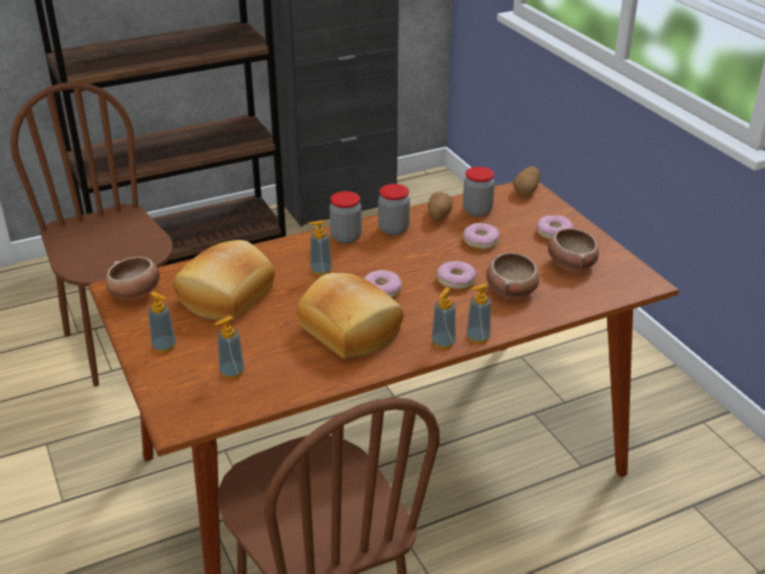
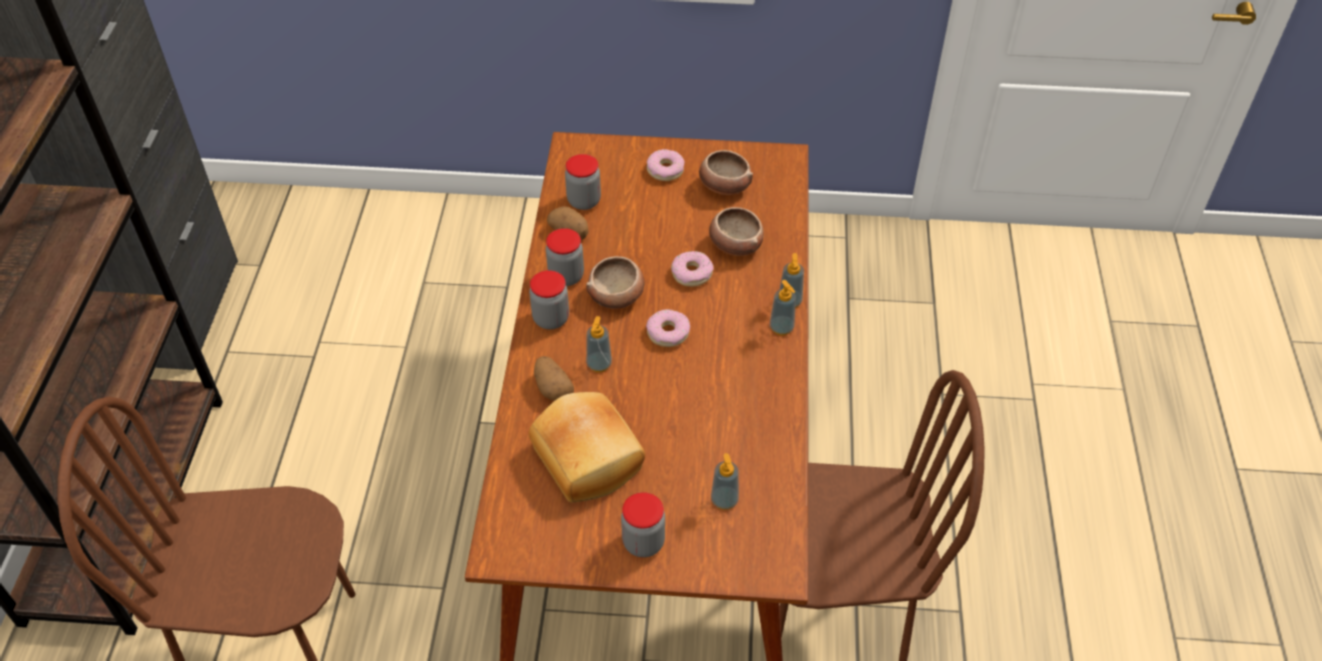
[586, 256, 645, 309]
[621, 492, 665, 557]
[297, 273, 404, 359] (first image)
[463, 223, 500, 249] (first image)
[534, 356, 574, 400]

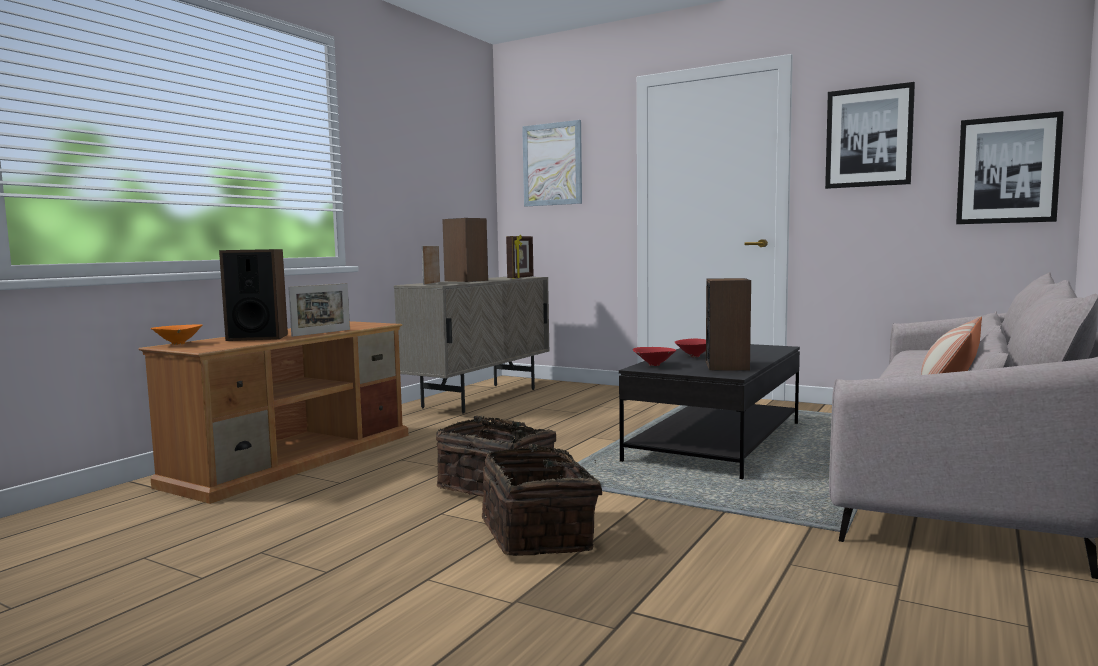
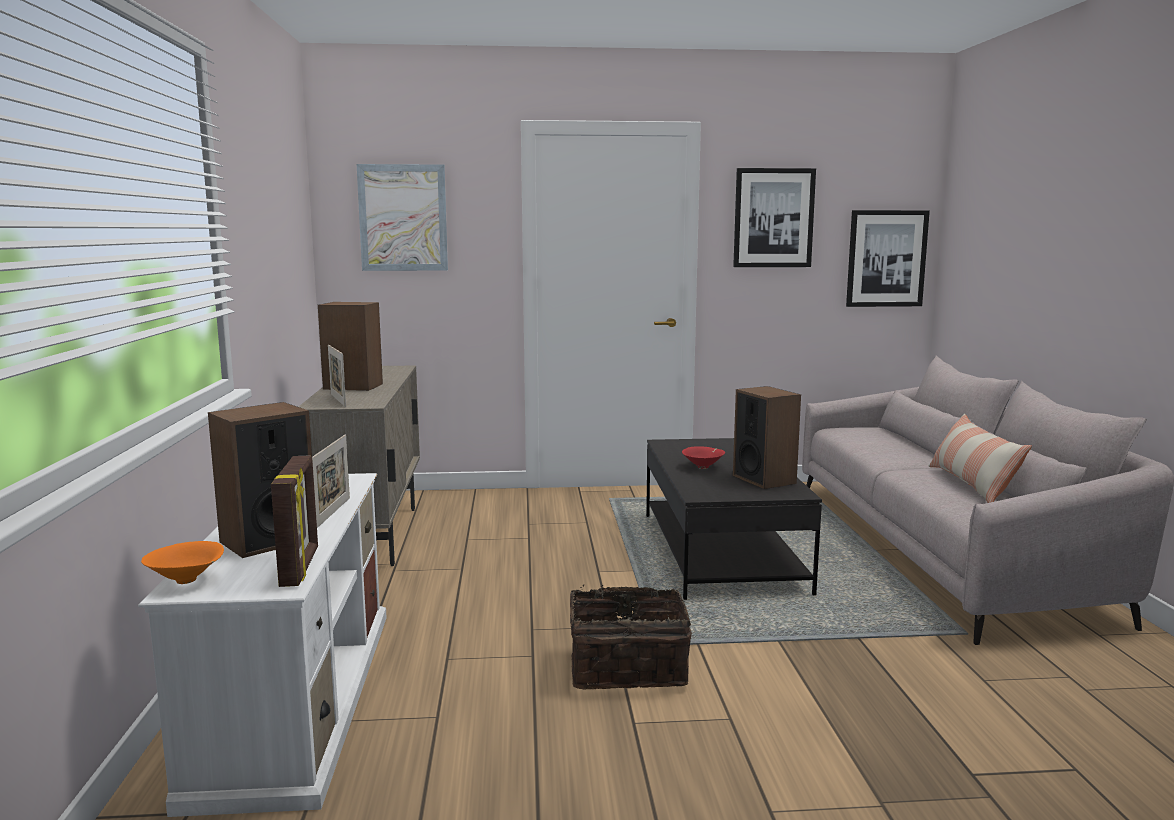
[138, 473, 387, 817]
[482, 444, 602, 556] (first image)
[271, 456, 318, 587]
[633, 347, 676, 366] (first image)

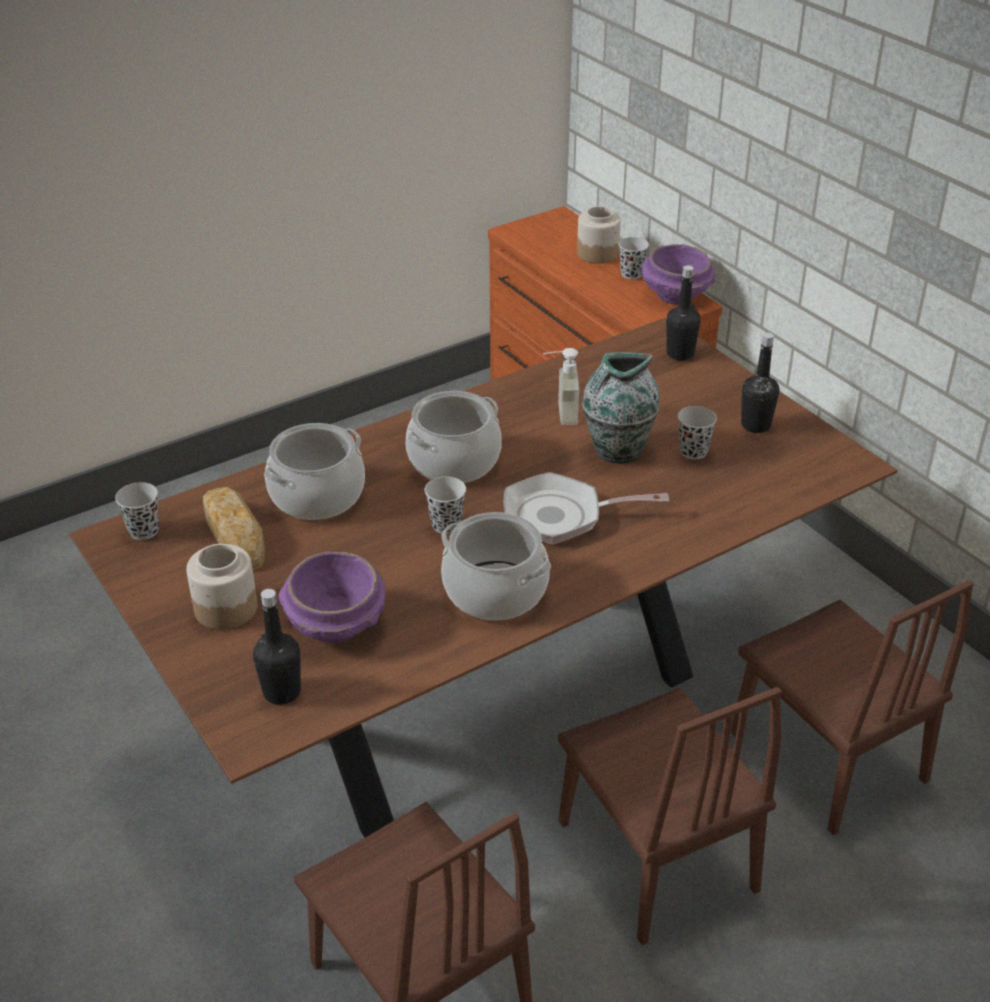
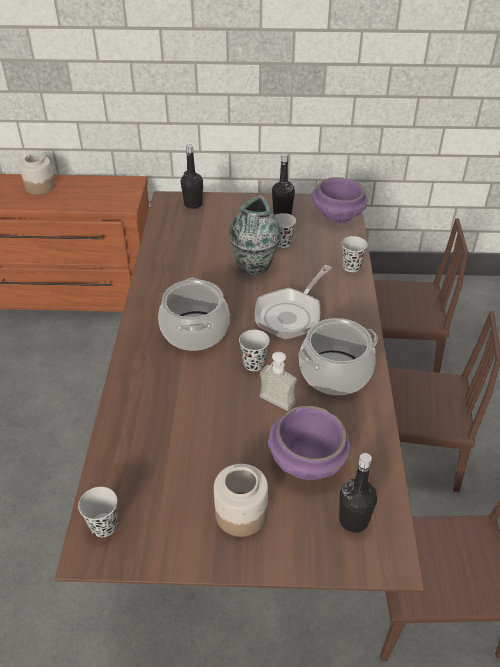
[203, 487, 265, 570] (first image)
[264, 423, 365, 520] (first image)
[260, 352, 297, 411]
[341, 236, 368, 272]
[312, 177, 368, 223]

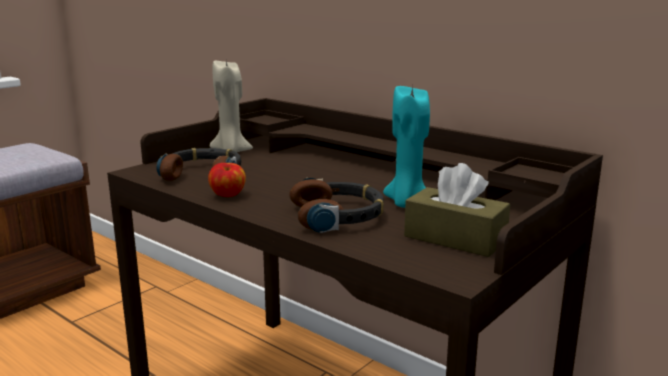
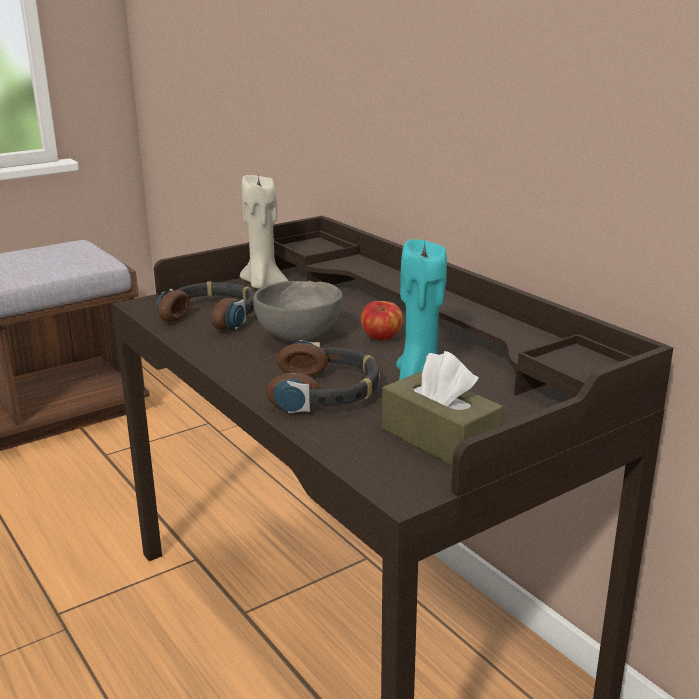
[361, 301, 403, 340]
[253, 281, 343, 341]

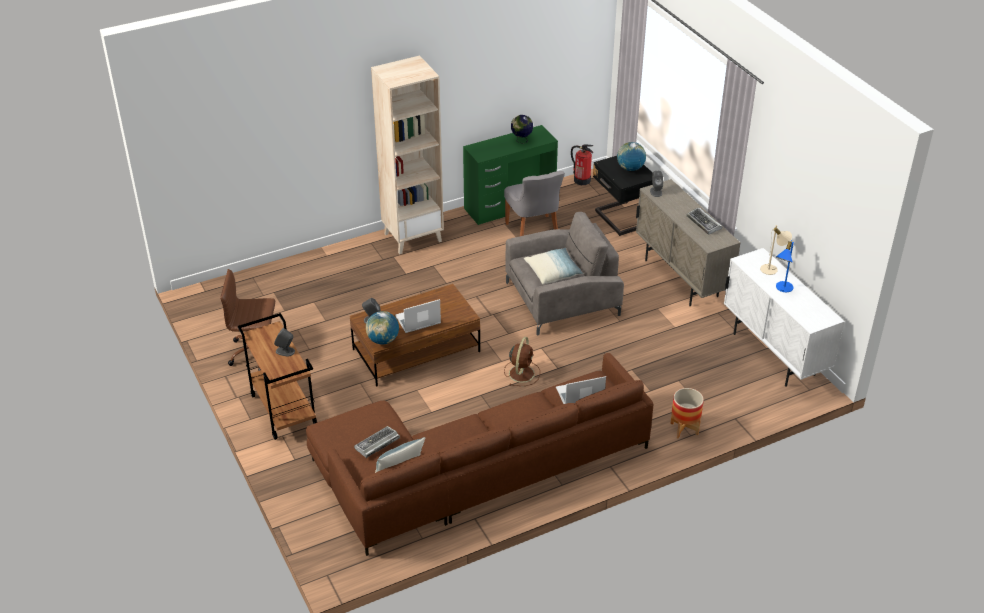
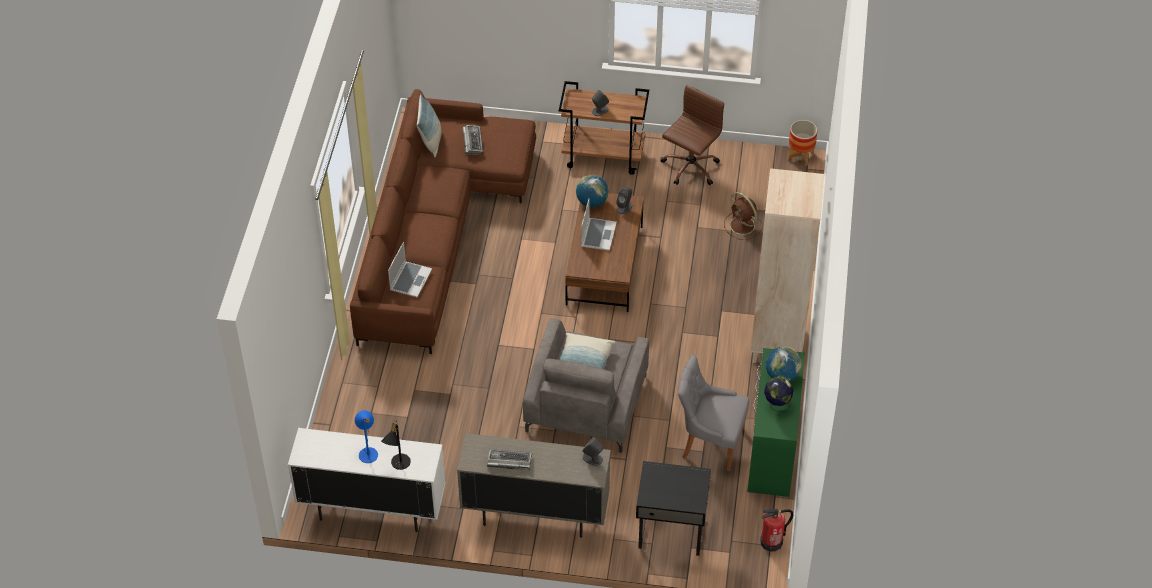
[724, 192, 763, 240]
[765, 347, 802, 382]
[788, 120, 818, 166]
[381, 421, 411, 470]

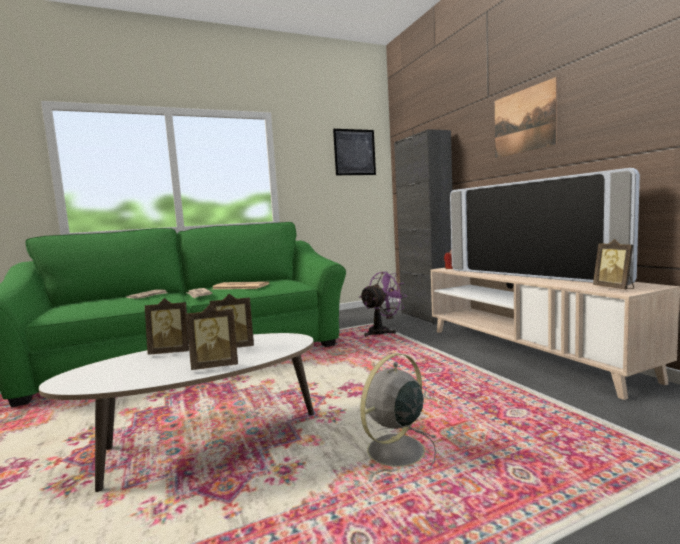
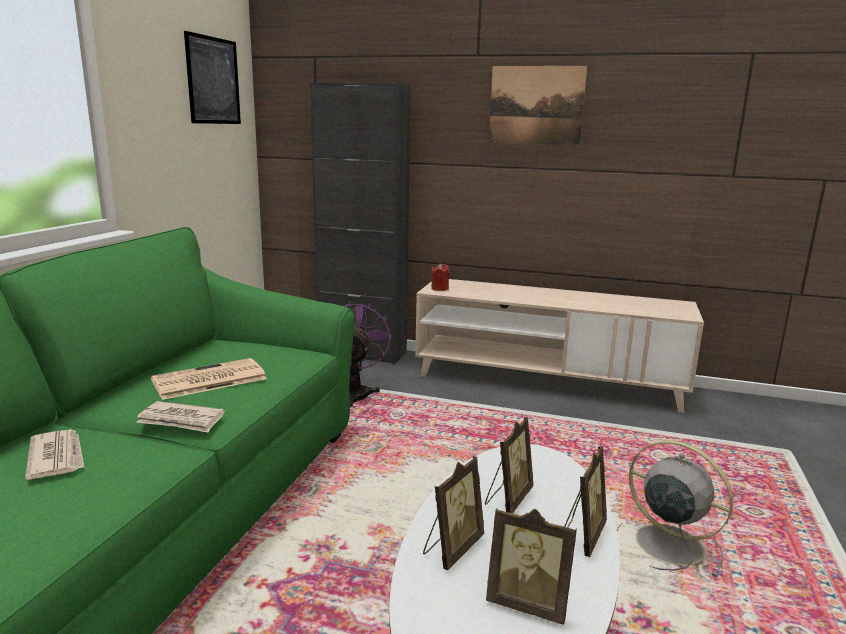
[617, 440, 733, 578]
[450, 168, 640, 285] (first image)
[486, 508, 577, 625]

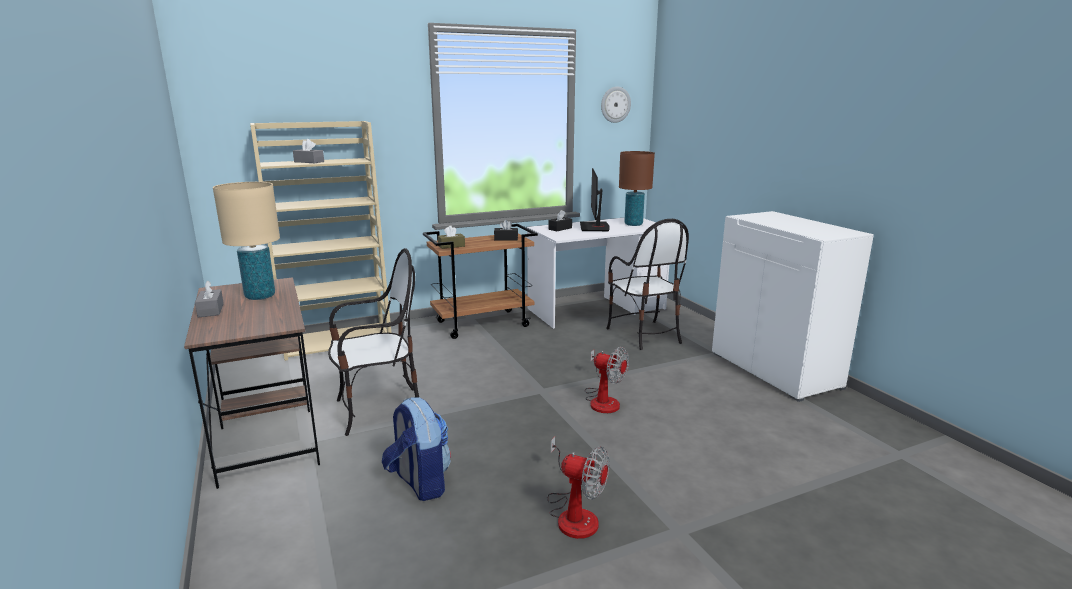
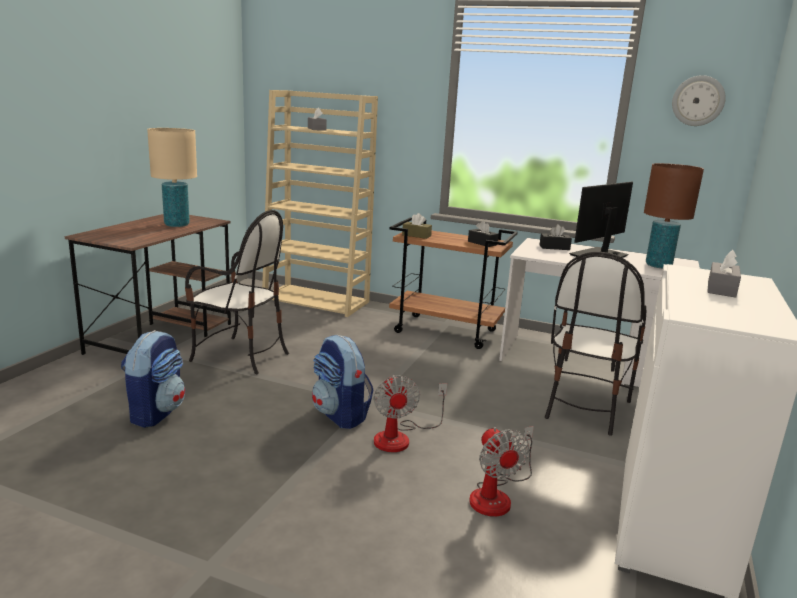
[708, 250, 741, 298]
[469, 426, 534, 517]
[312, 335, 373, 429]

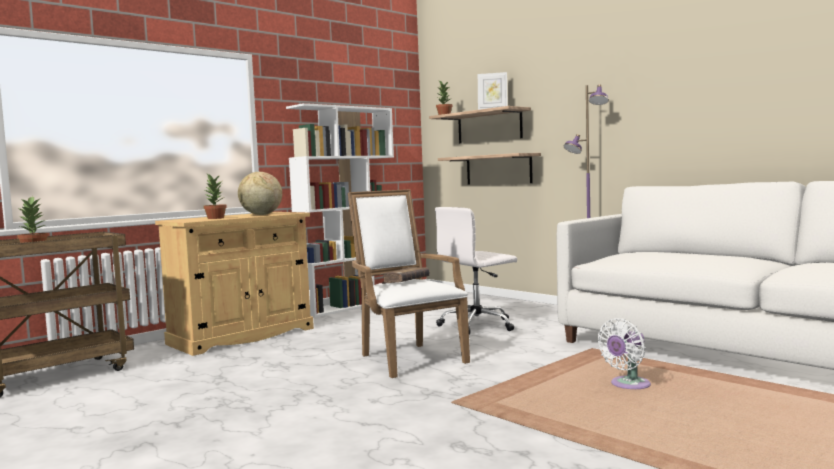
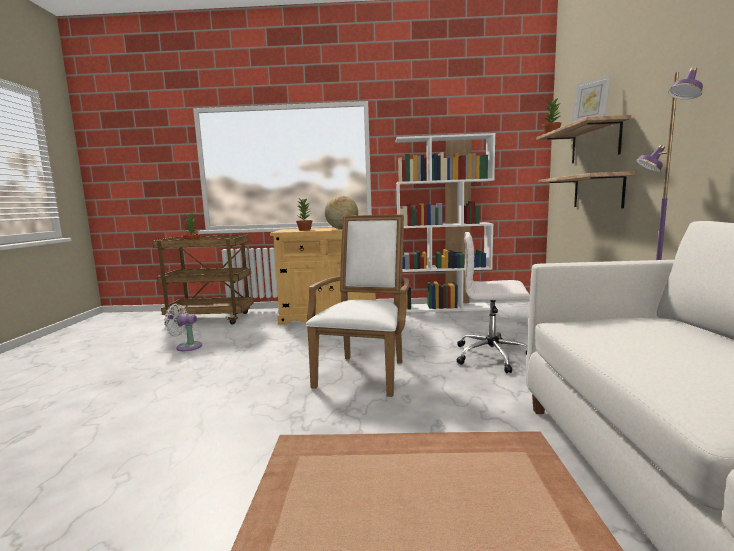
[381, 267, 430, 284] (first image)
[164, 304, 202, 351]

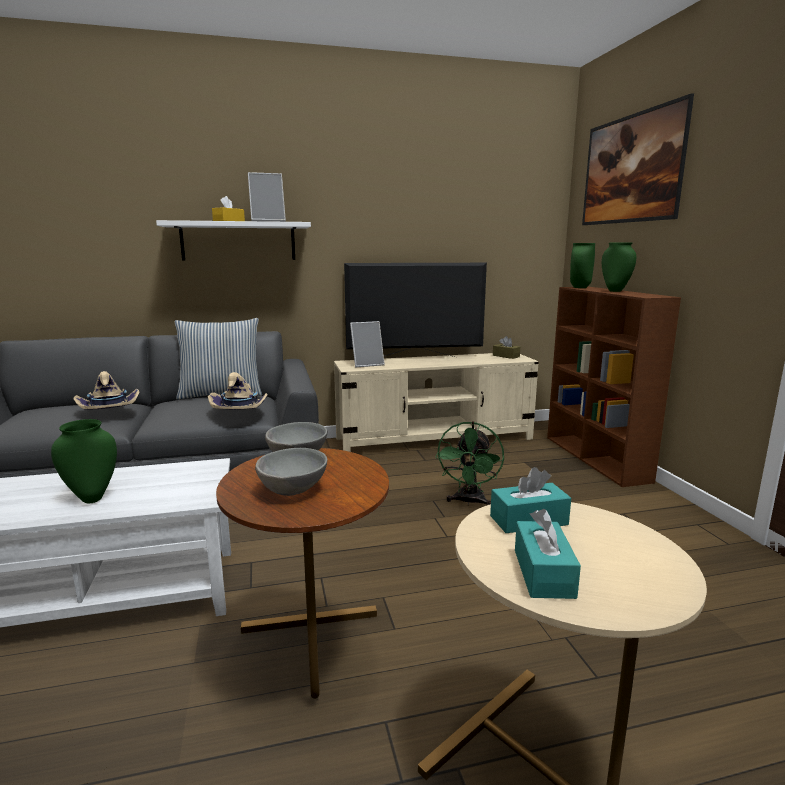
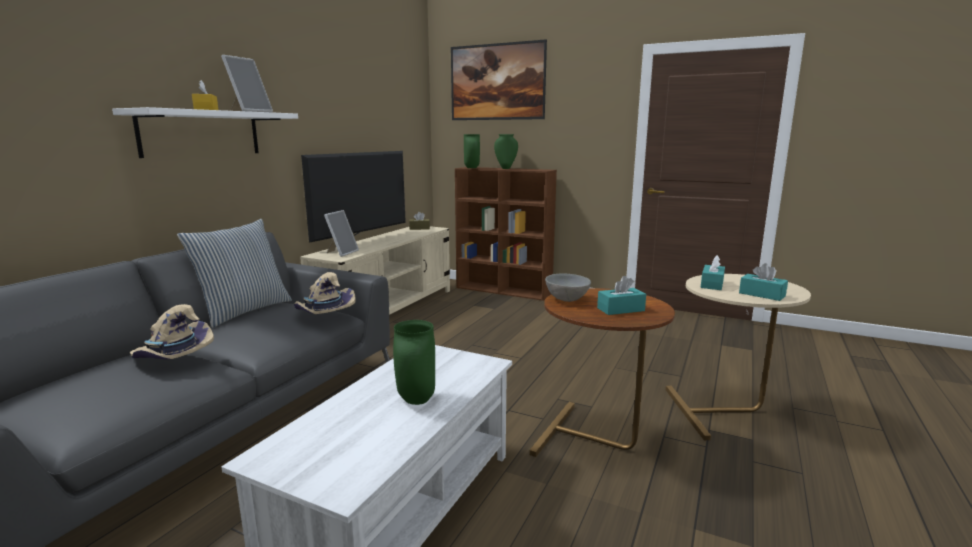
[597, 276, 646, 315]
[435, 421, 504, 506] (first image)

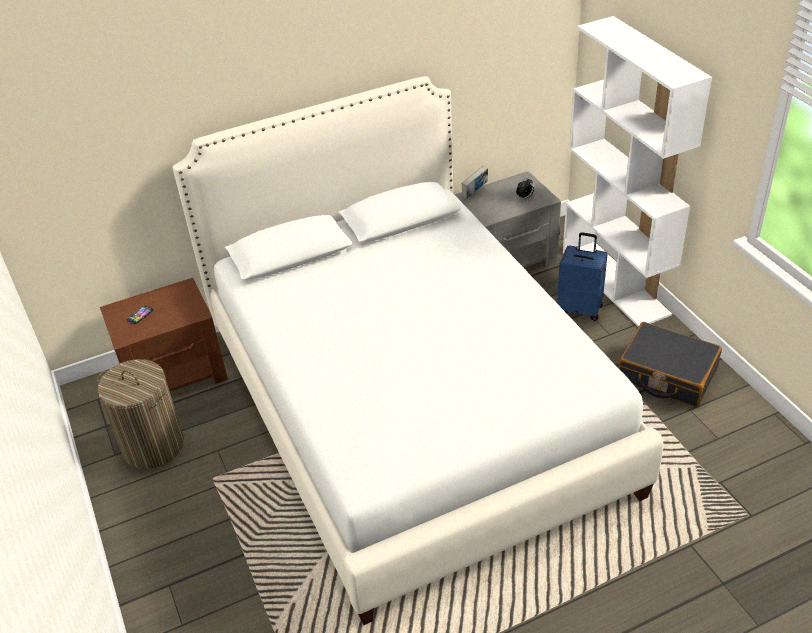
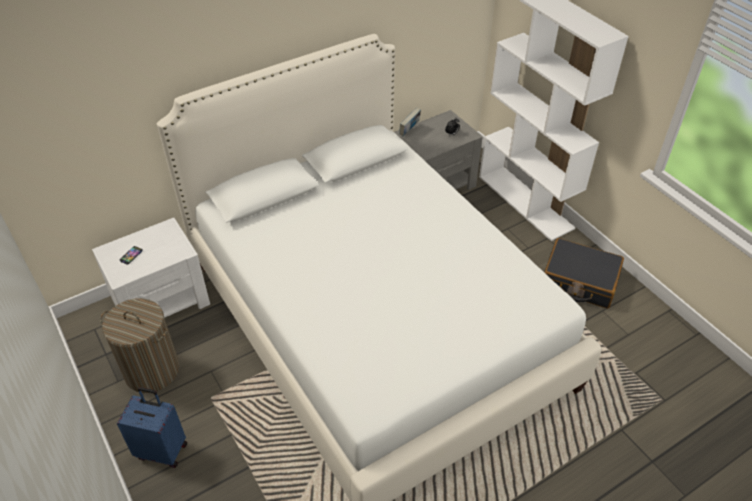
[92, 218, 210, 318]
[117, 387, 187, 468]

